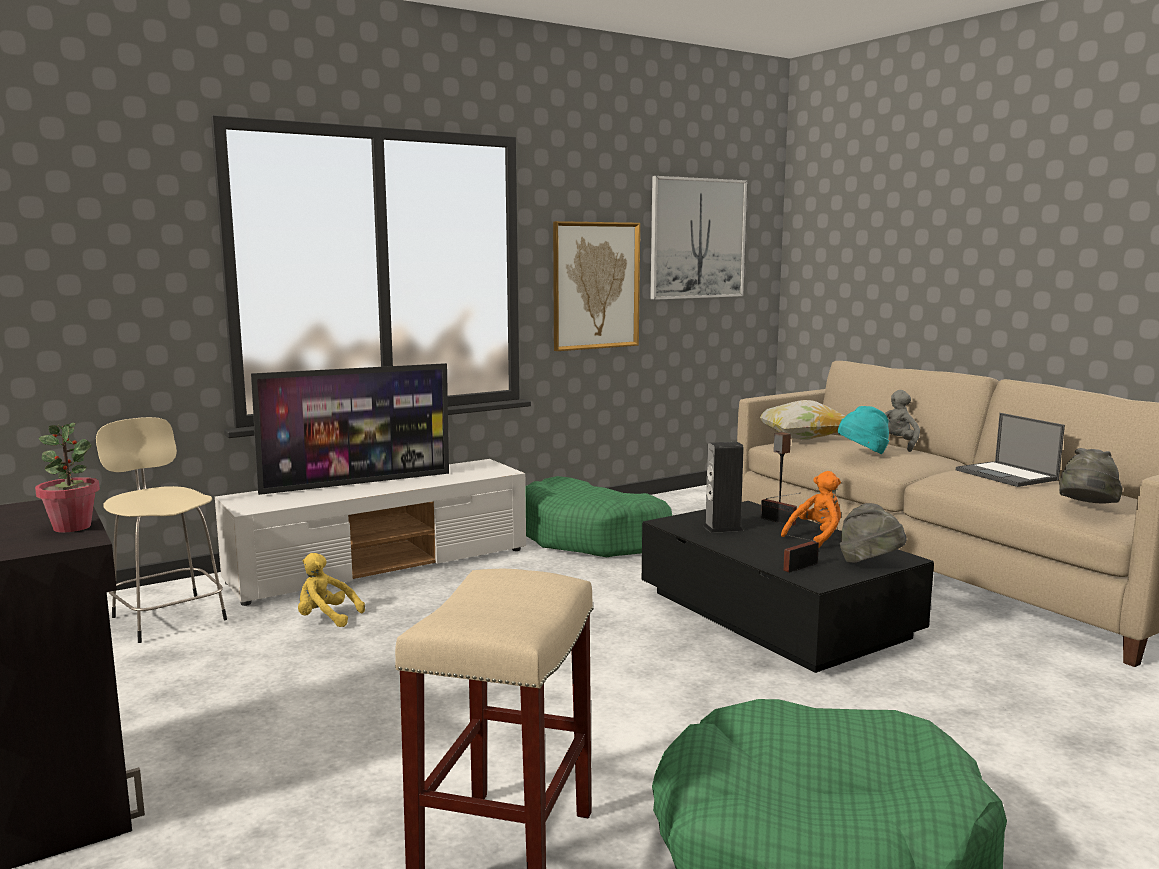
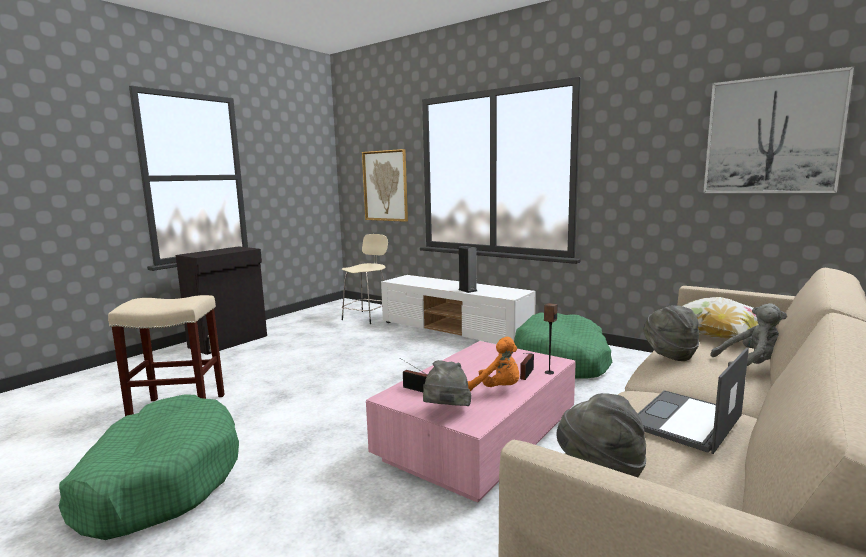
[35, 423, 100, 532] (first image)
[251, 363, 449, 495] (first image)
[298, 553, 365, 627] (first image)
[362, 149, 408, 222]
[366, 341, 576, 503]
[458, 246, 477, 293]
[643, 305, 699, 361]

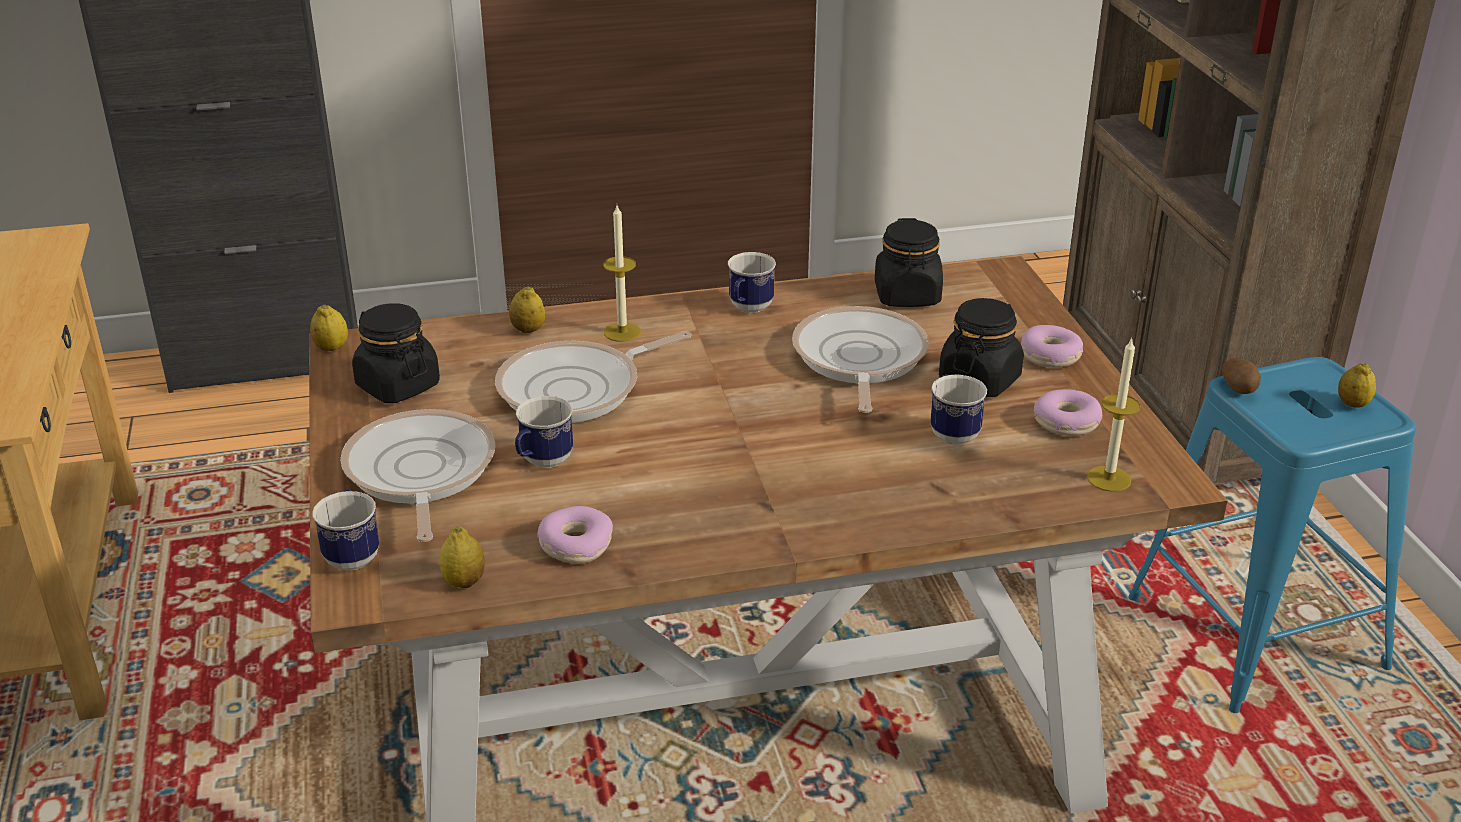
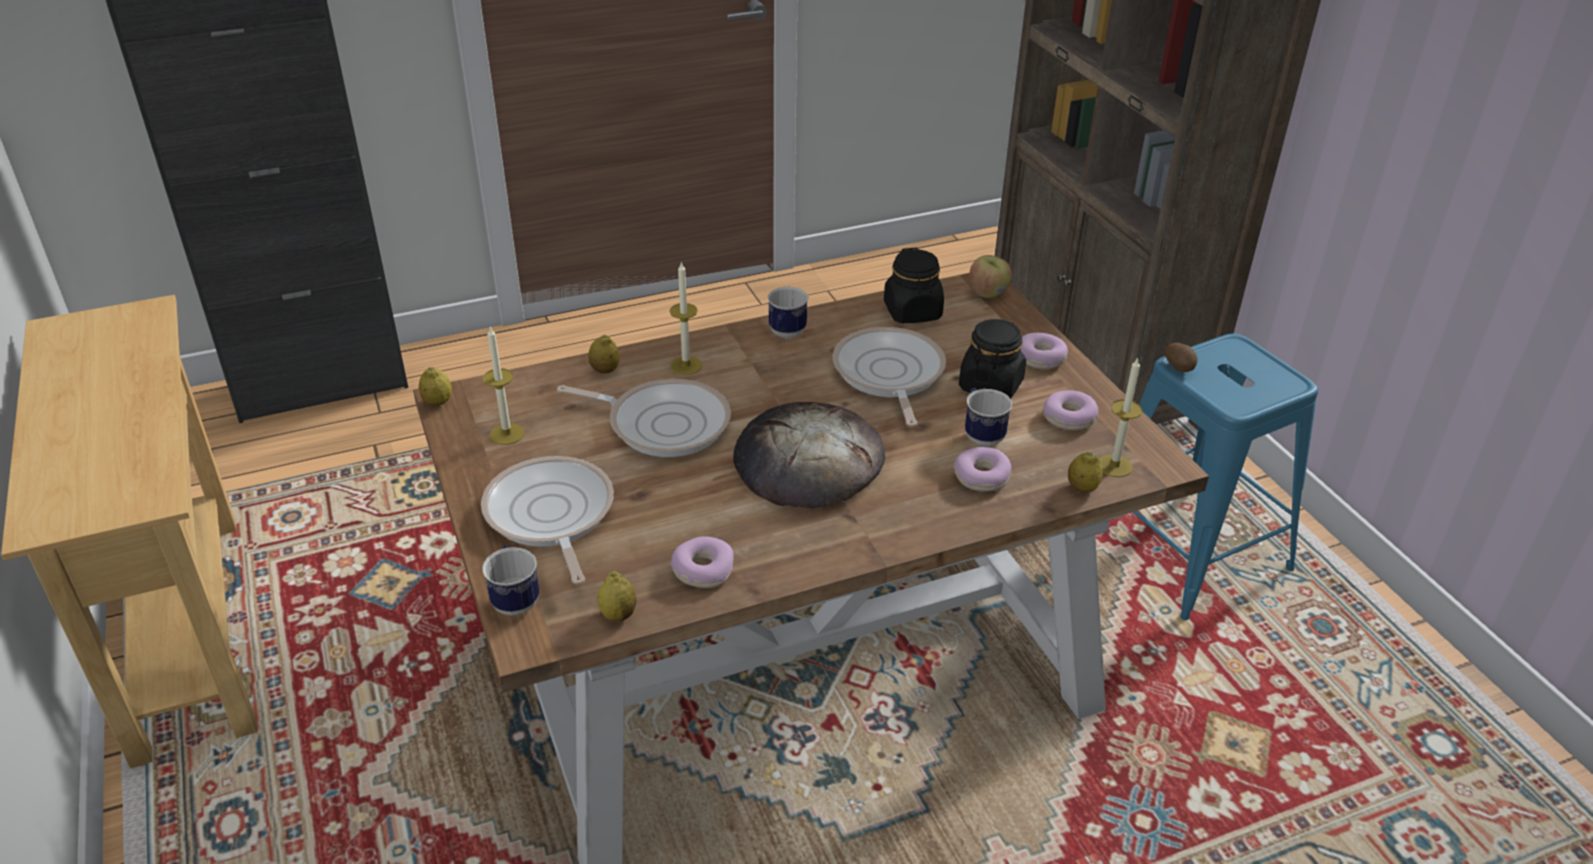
[483, 327, 525, 445]
[557, 379, 731, 457]
[515, 396, 573, 468] (first image)
[1068, 452, 1103, 493]
[733, 402, 885, 508]
[954, 447, 1011, 491]
[969, 255, 1012, 298]

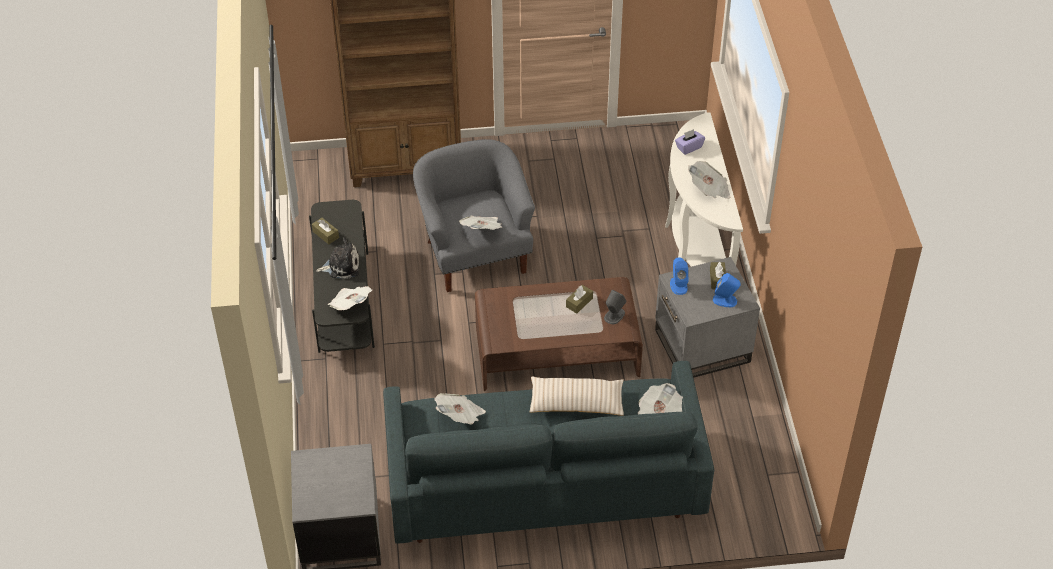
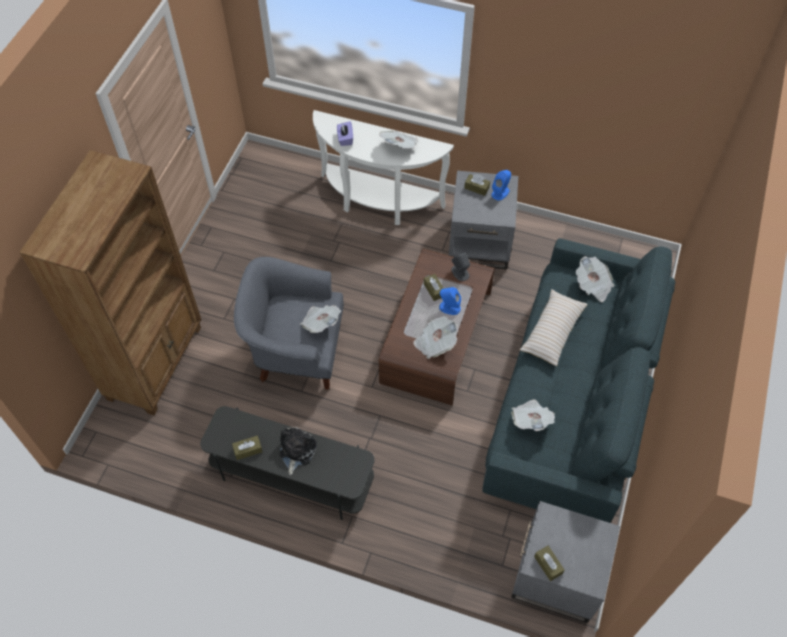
[414, 316, 458, 359]
[439, 287, 461, 315]
[534, 545, 565, 581]

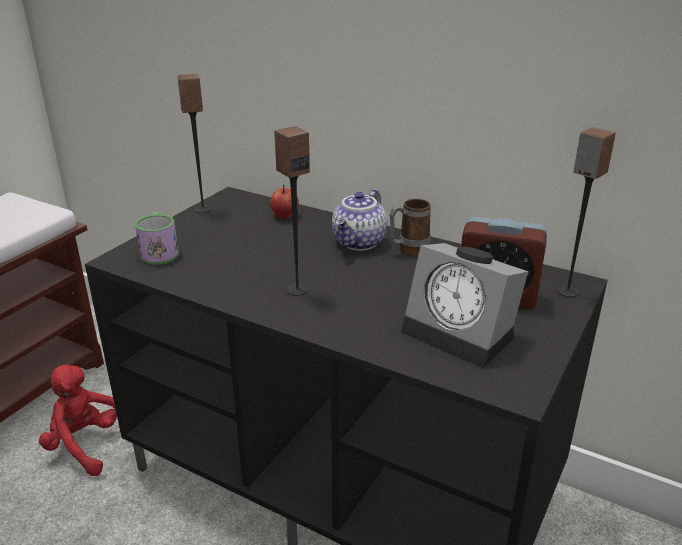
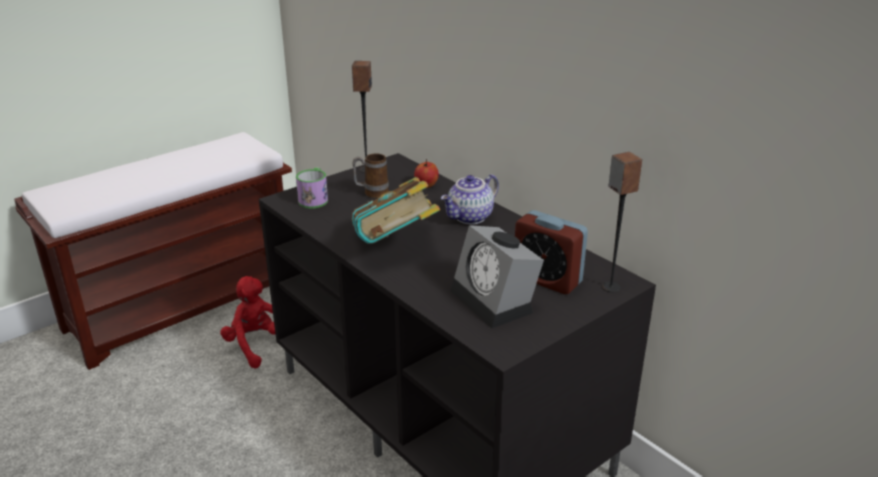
[352, 177, 440, 244]
[352, 154, 389, 198]

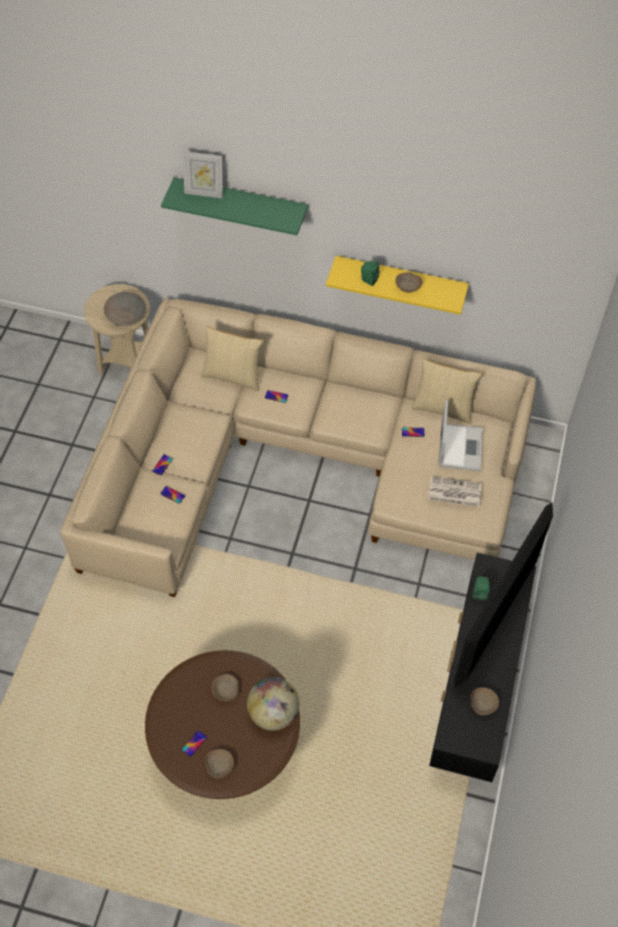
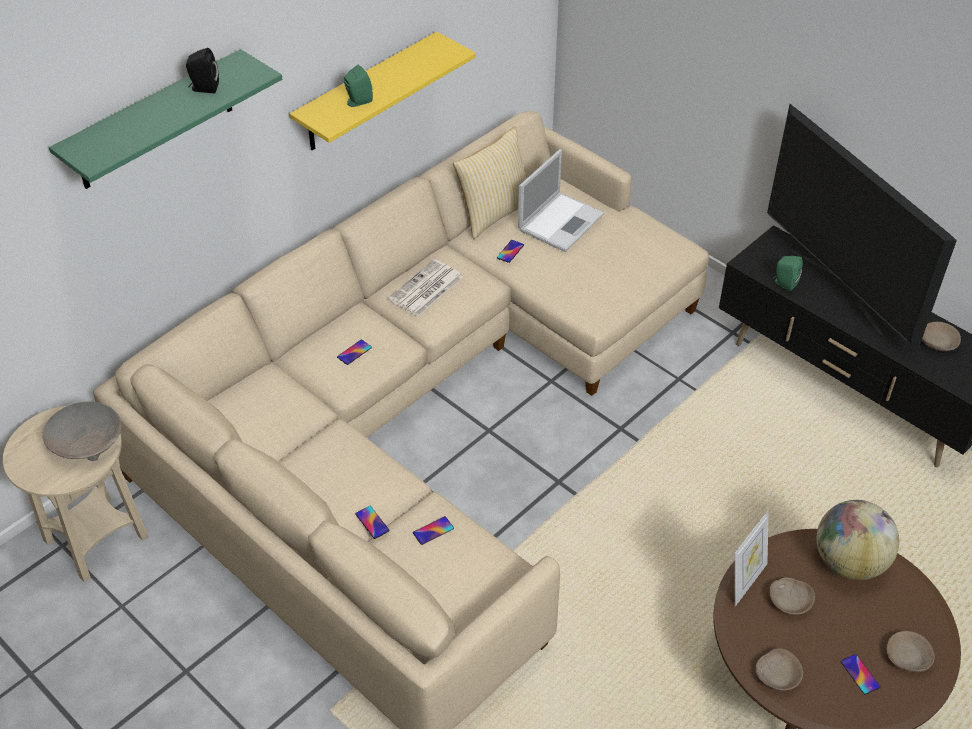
[735, 511, 769, 606]
[201, 326, 264, 391] (first image)
[756, 648, 803, 691]
[389, 259, 463, 316]
[518, 149, 605, 252]
[186, 48, 219, 93]

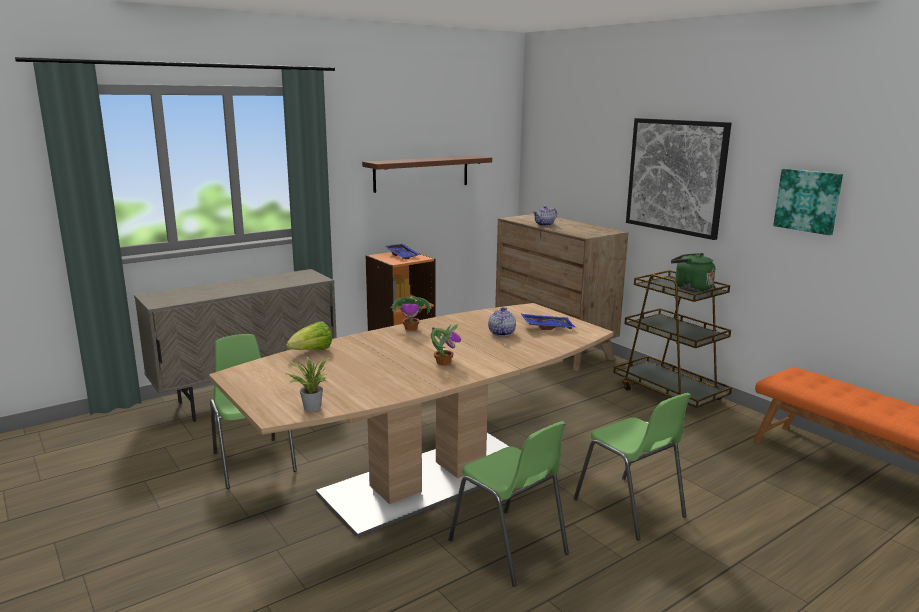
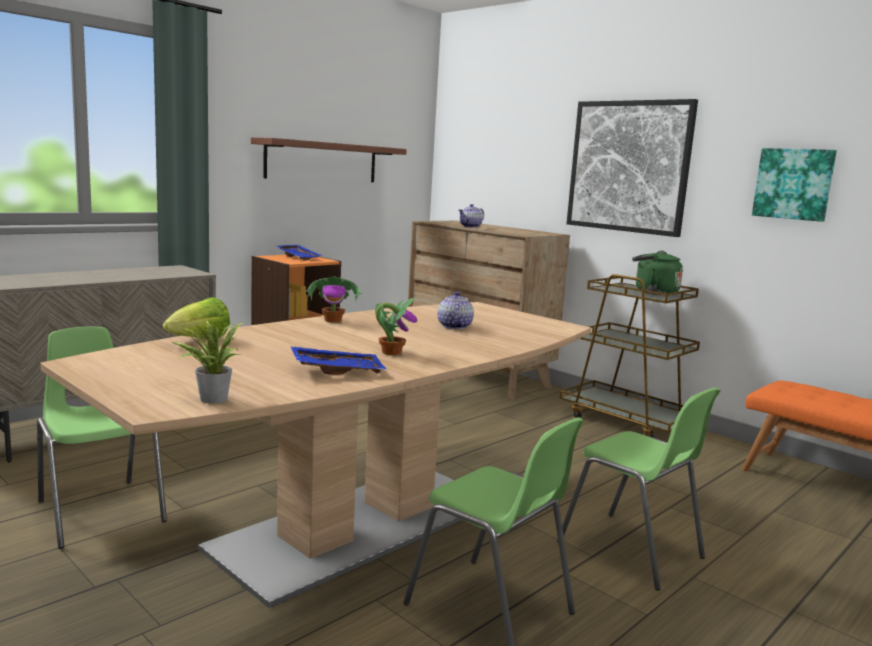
[291, 346, 387, 375]

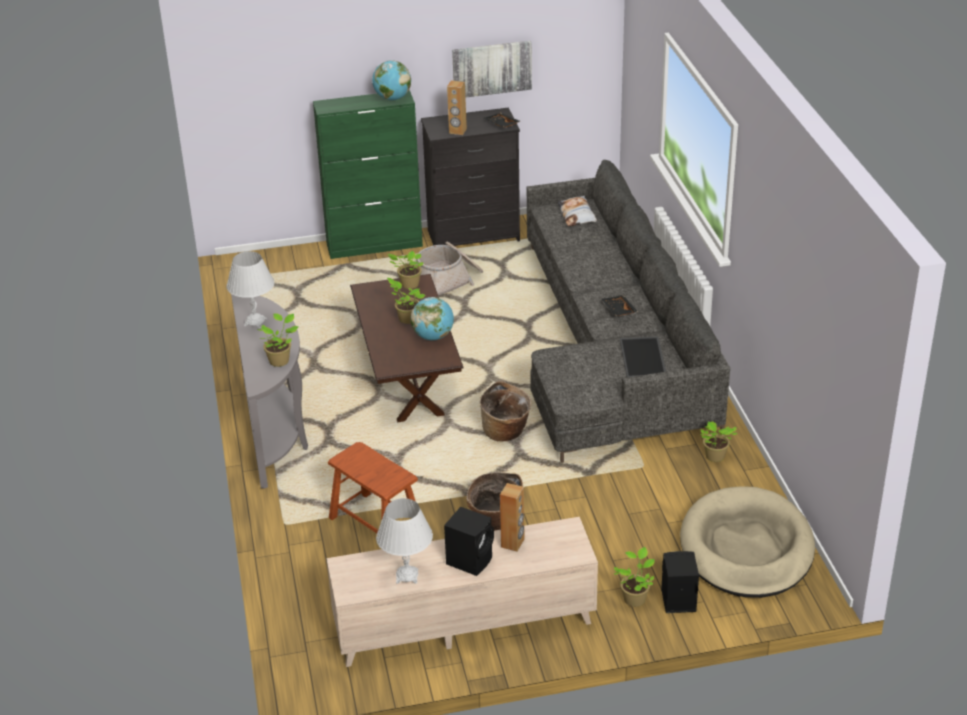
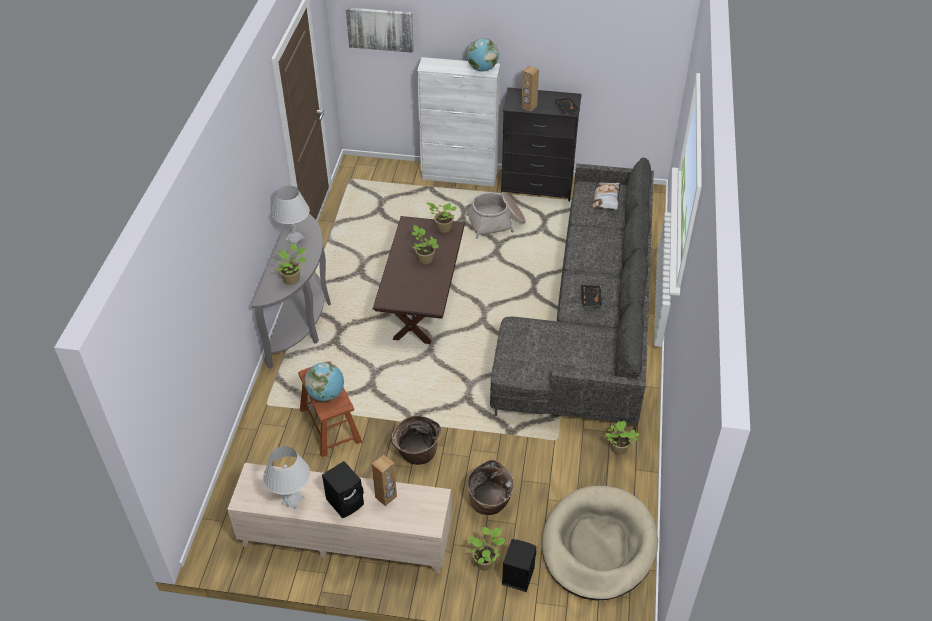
[417, 57, 500, 186]
[304, 362, 344, 402]
[346, 7, 414, 53]
[467, 460, 514, 515]
[620, 336, 666, 378] (first image)

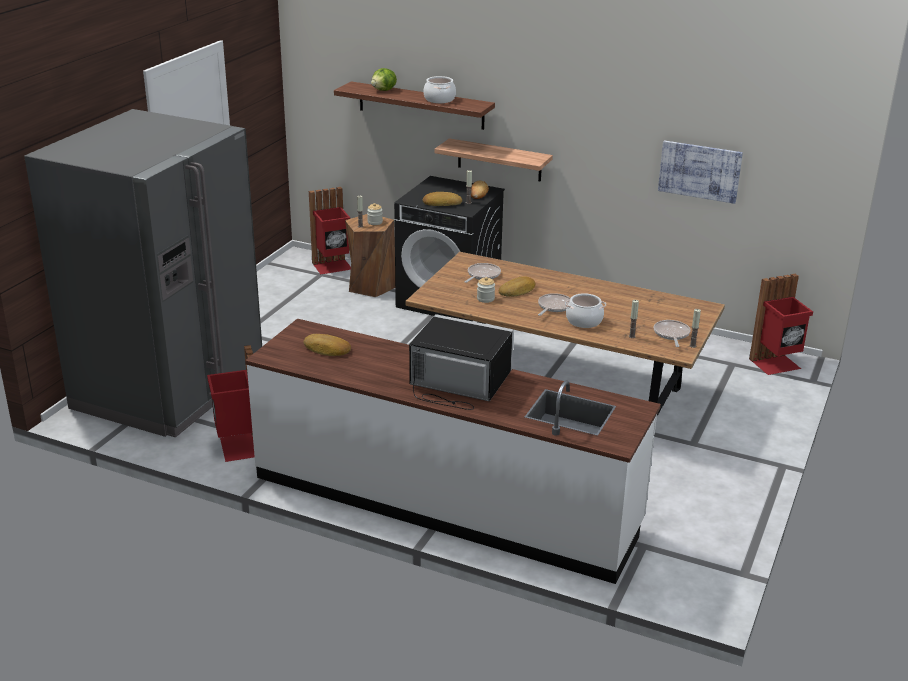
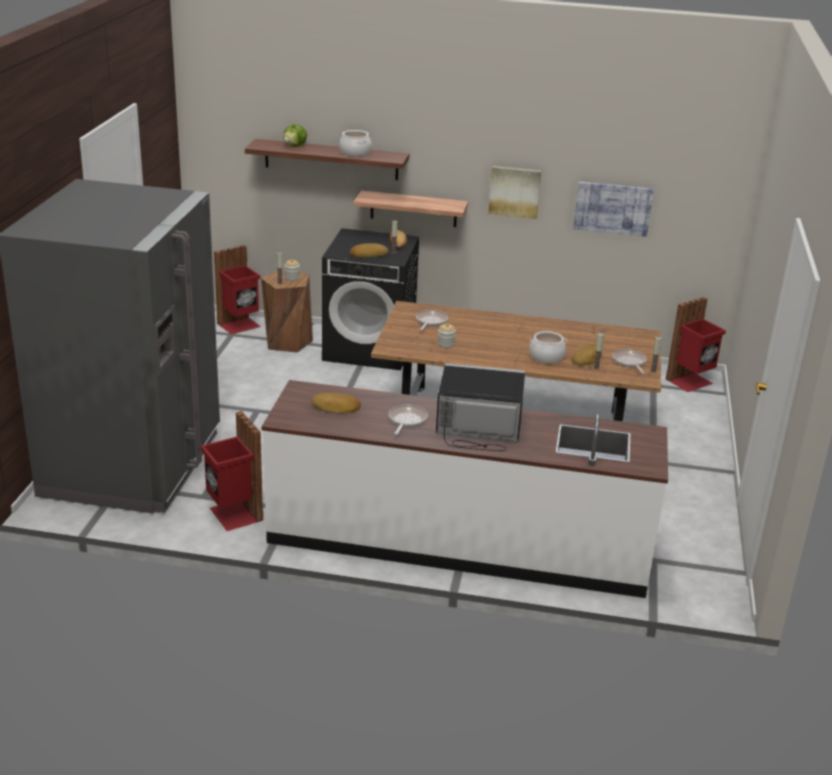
[572, 344, 602, 366]
[388, 405, 428, 435]
[488, 166, 541, 219]

